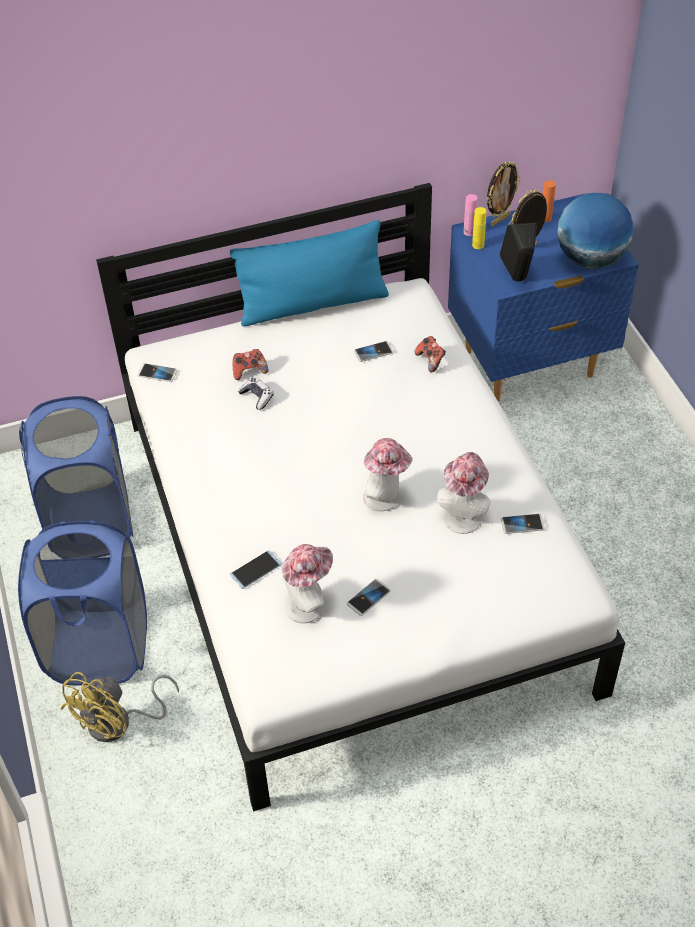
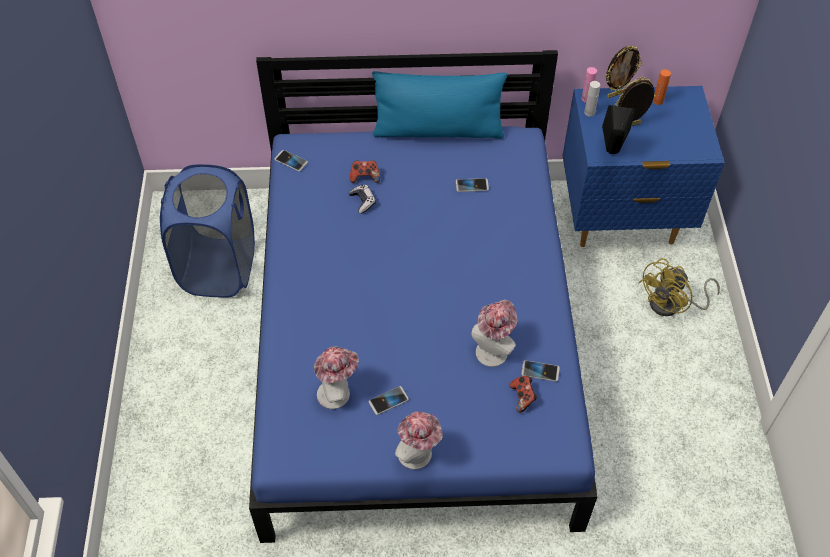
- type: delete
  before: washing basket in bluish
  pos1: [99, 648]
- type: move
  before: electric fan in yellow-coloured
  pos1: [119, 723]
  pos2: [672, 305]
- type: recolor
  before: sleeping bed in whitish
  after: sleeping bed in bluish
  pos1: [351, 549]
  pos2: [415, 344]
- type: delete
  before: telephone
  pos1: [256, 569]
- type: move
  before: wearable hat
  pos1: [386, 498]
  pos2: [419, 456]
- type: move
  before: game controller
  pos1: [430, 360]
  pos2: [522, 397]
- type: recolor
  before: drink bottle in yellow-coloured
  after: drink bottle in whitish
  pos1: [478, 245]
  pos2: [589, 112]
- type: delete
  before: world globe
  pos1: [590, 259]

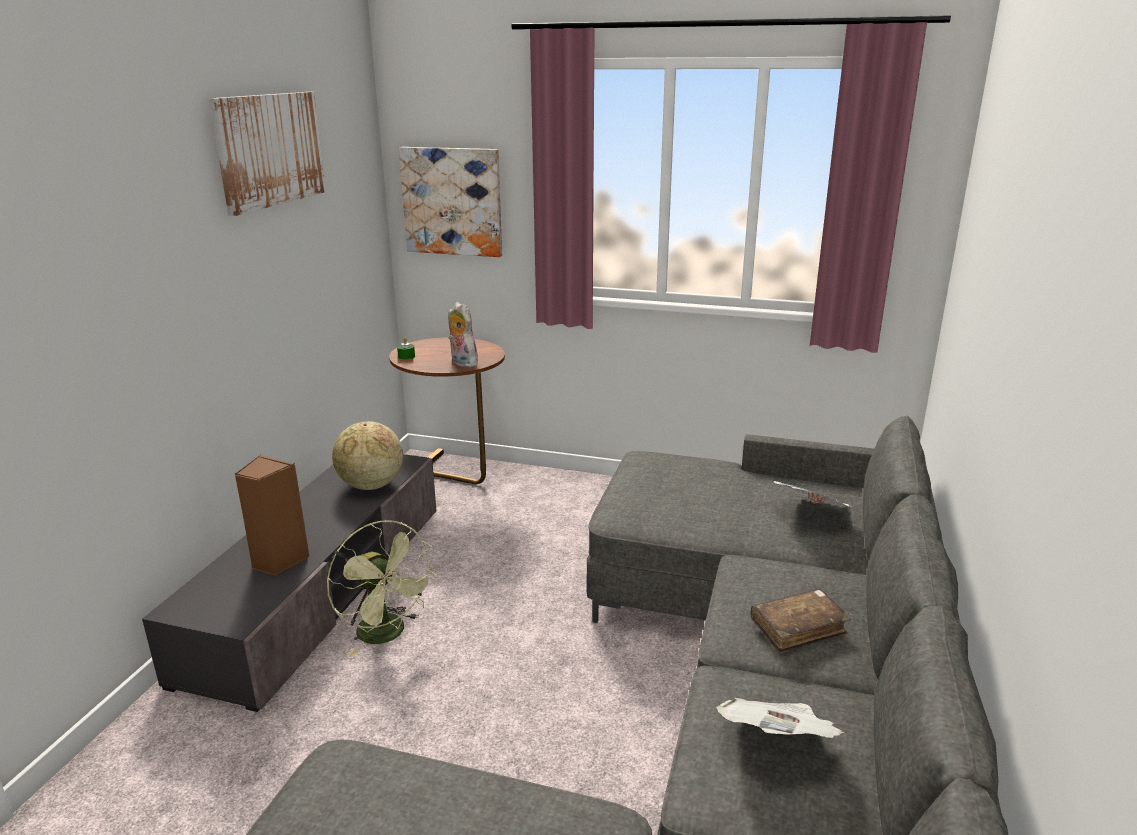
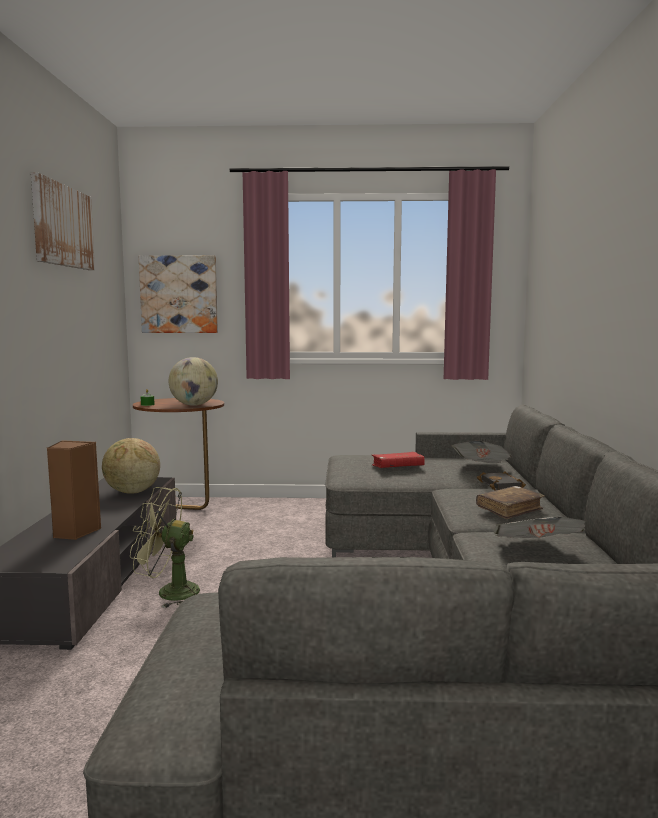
- type: rotate
  before: electric fan in green-coloured
  pos1: [388, 634]
  pos2: [169, 593]
  turn: 150
- type: replace
  before: soft toy
  after: world globe
  pos1: [462, 363]
  pos2: [194, 405]
- type: insert
  after: bound book in red-coloured
  pos2: [397, 467]
- type: insert
  after: bound book in blackish
  pos2: [502, 485]

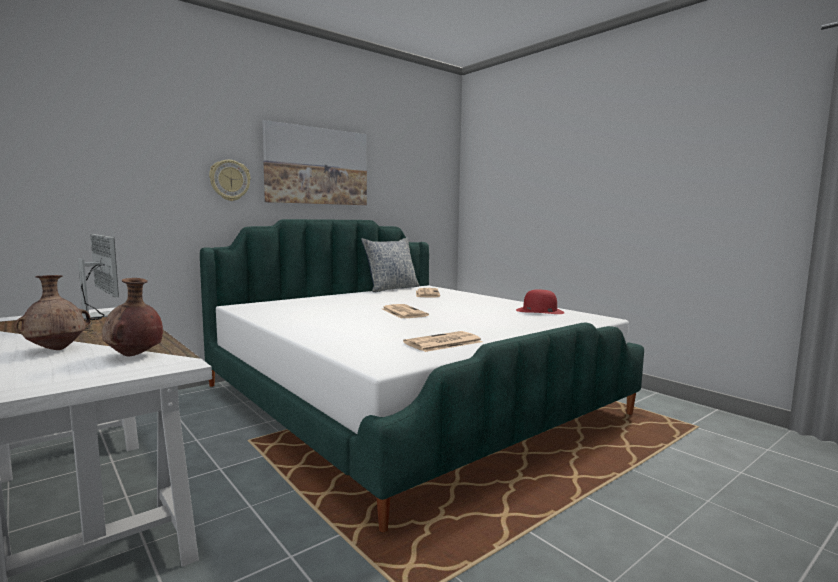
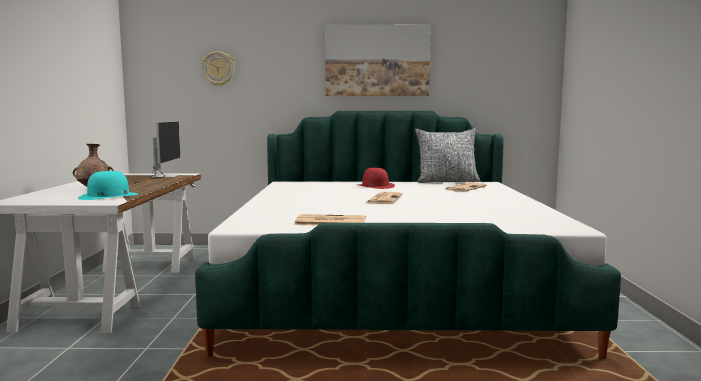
- type: replace
  before: decorative vase in brown
  after: wearable hat in turquoise-coloured
  pos1: [134, 356]
  pos2: [108, 196]
- type: move
  before: clock on the wall
  pos1: [229, 180]
  pos2: [218, 69]
- type: move
  before: wearable hat in red-coloured
  pos1: [539, 311]
  pos2: [375, 186]

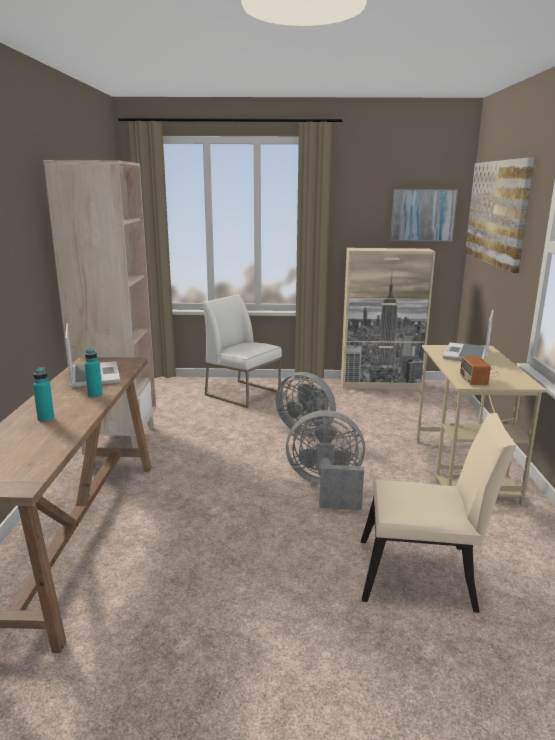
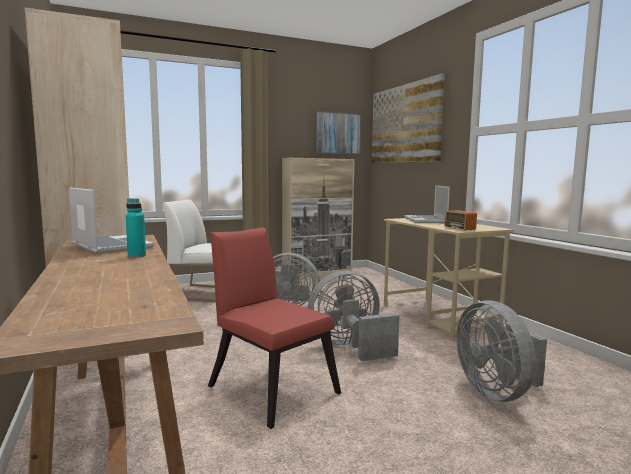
- type: delete
  before: drink bottle in turquoise-coloured
  pos1: [46, 418]
- type: replace
  before: plain chair in sand-coloured
  after: electric fan in grey
  pos1: [424, 576]
  pos2: [497, 392]
- type: insert
  after: plain chair in red-coloured
  pos2: [270, 386]

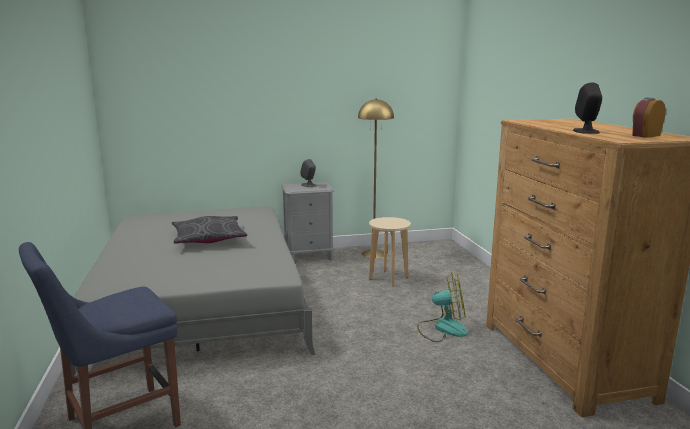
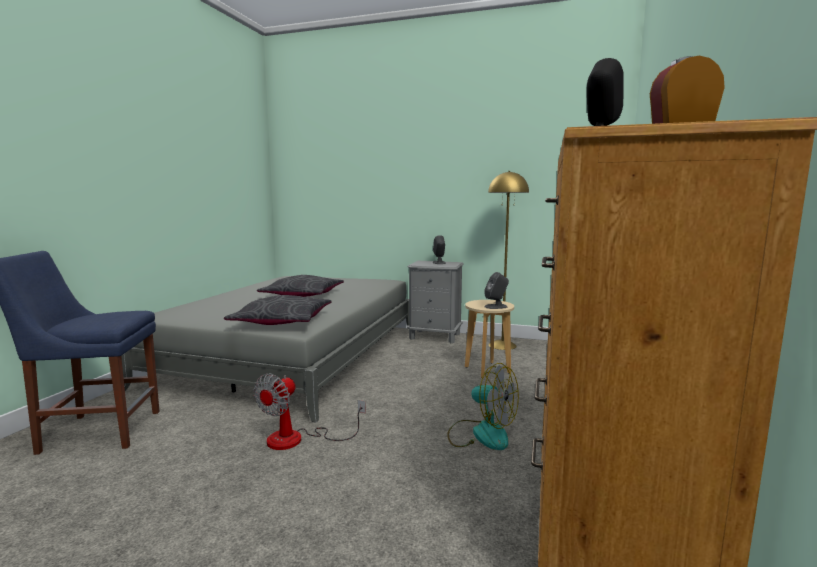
- type: insert
  after: pillow in grey
  pos2: [282, 321]
- type: insert
  after: electric fan
  pos2: [298, 439]
- type: insert
  after: audio speaker in grey
  pos2: [496, 306]

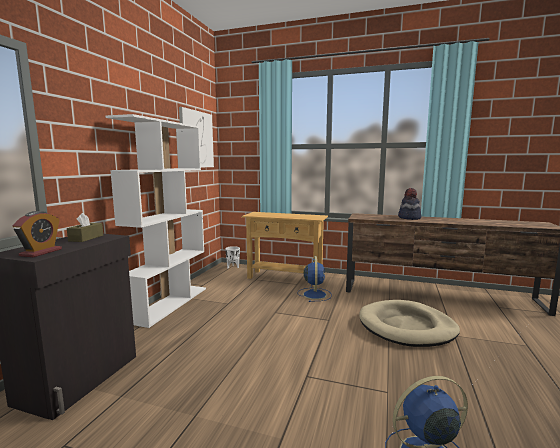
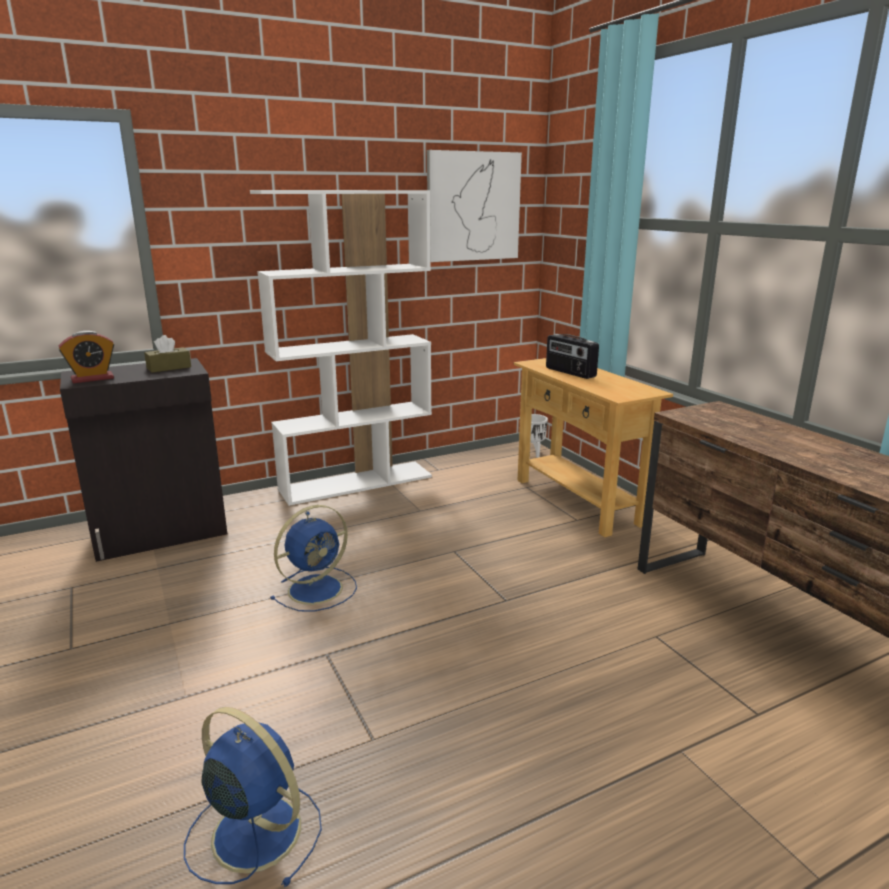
- type: move
  before: electric fan in bluish
  pos1: [314, 294]
  pos2: [317, 588]
- type: delete
  before: dog cushion in sand-coloured
  pos1: [407, 327]
- type: delete
  before: wearable hat
  pos1: [409, 218]
- type: insert
  after: radio receiver
  pos2: [569, 372]

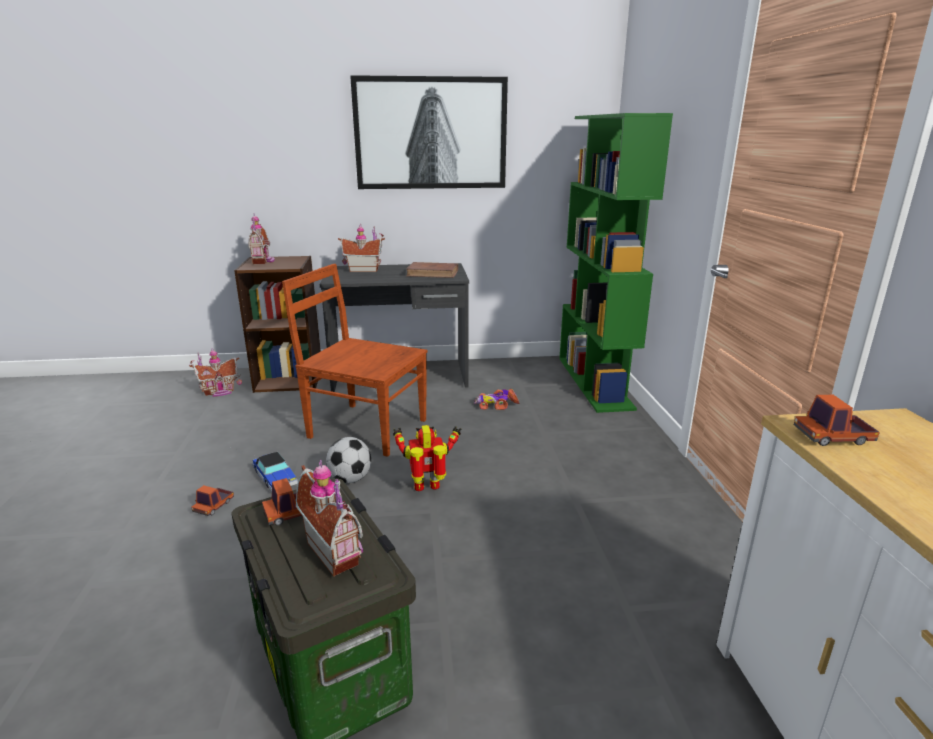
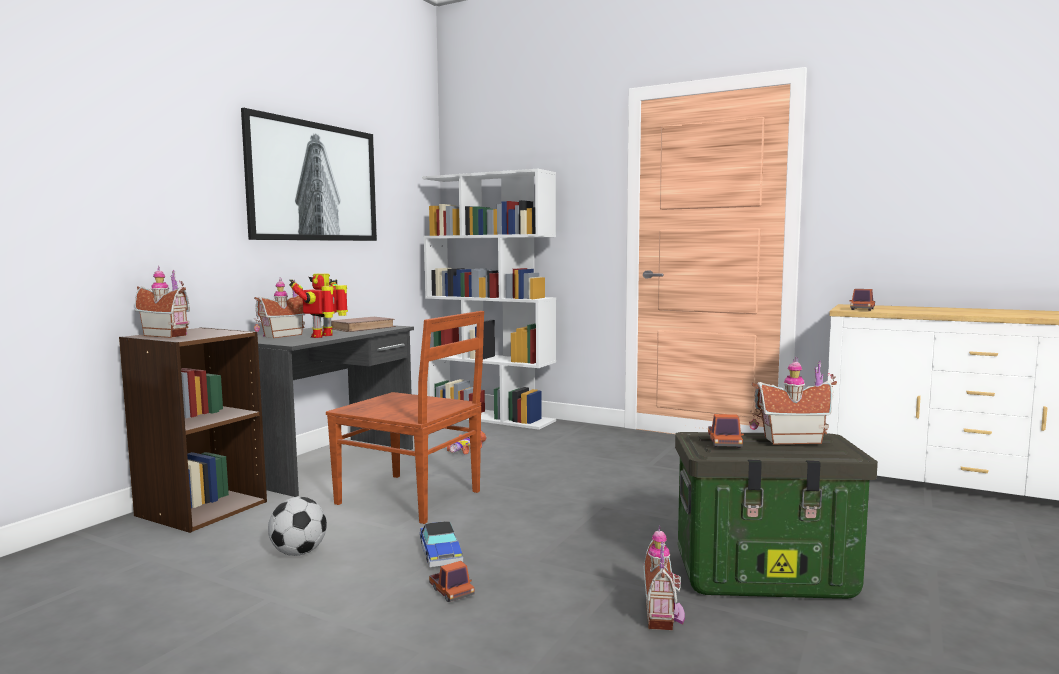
- type: move
  before: miniature house
  pos1: [220, 392]
  pos2: [664, 615]
- type: rotate
  before: toy car
  pos1: [275, 477]
  pos2: [440, 553]
  turn: 75
- type: rotate
  before: plain chair in brown
  pos1: [365, 428]
  pos2: [411, 498]
  turn: -120
- type: move
  before: football
  pos1: [350, 479]
  pos2: [298, 553]
- type: move
  before: model robot
  pos1: [428, 488]
  pos2: [324, 336]
- type: recolor
  before: bookcase in green-coloured
  after: bookcase in whitish
  pos1: [595, 382]
  pos2: [491, 417]

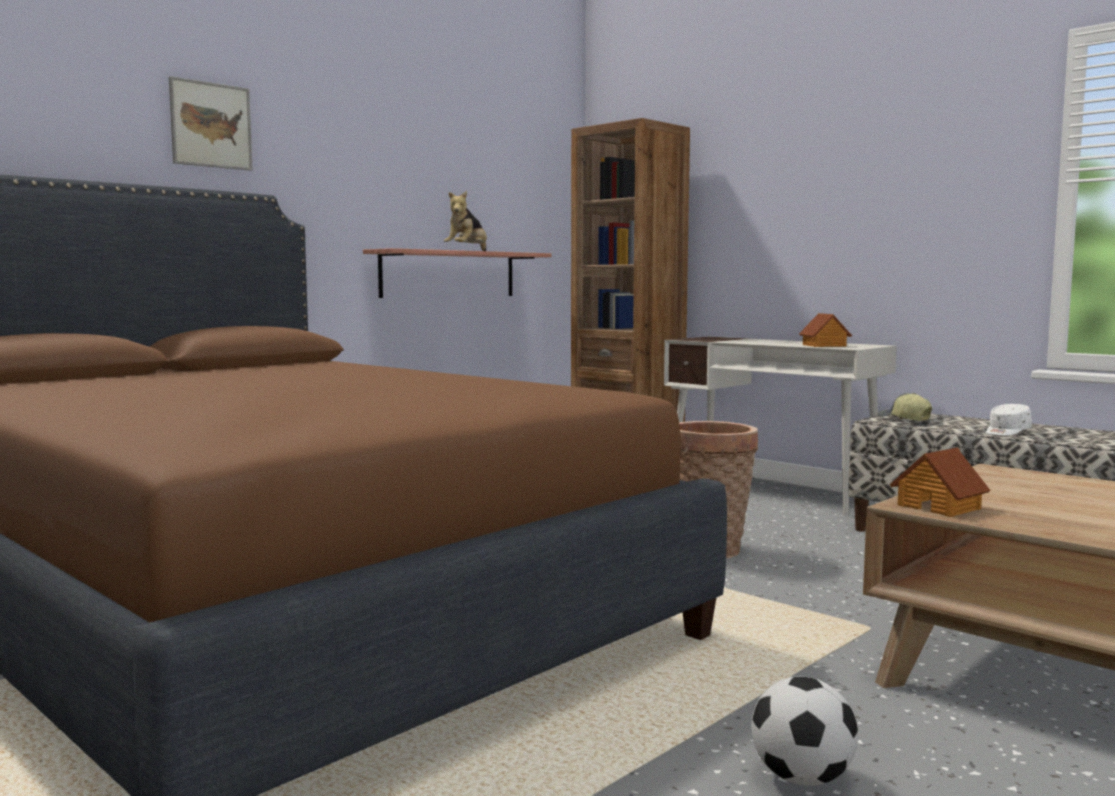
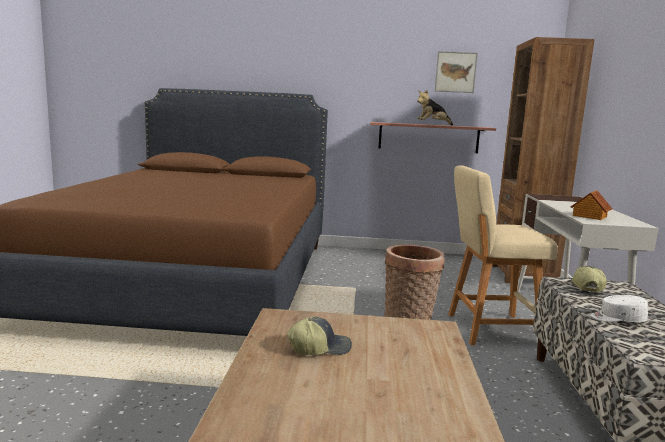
- type: move
  before: picture
  pos1: [211, 125]
  pos2: [455, 72]
- type: delete
  before: football
  pos1: [802, 778]
- type: delete
  before: miniature house
  pos1: [939, 506]
- type: insert
  after: cap
  pos2: [319, 348]
- type: insert
  after: sitting stool in sand-coloured
  pos2: [488, 329]

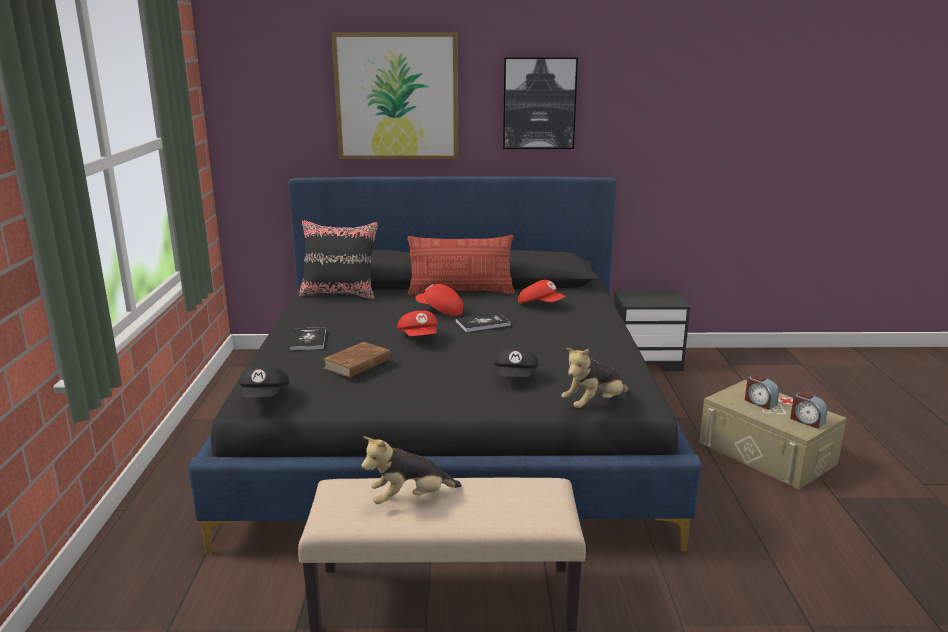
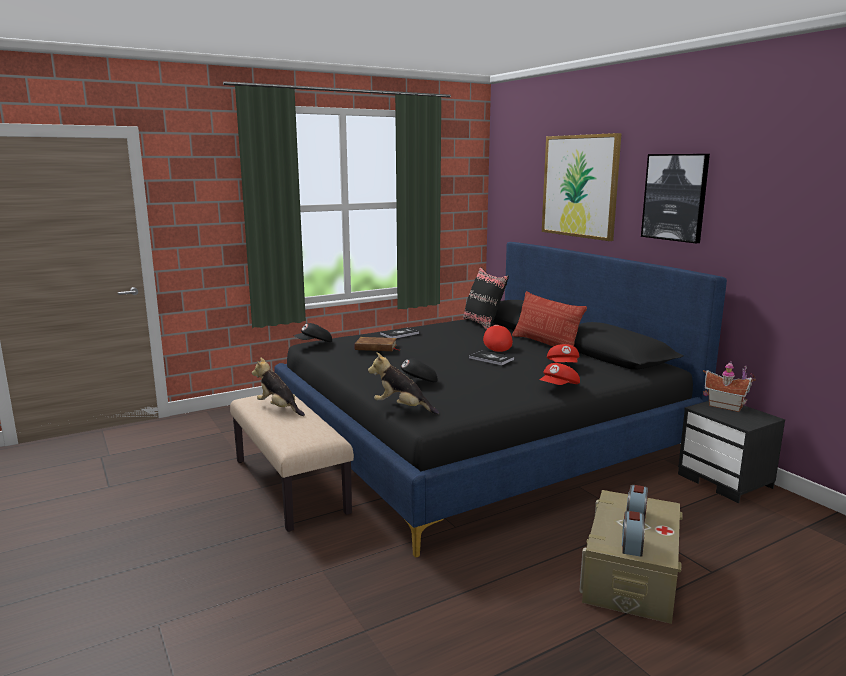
- type: move
  before: cap in red-coloured
  pos1: [419, 337]
  pos2: [559, 387]
- type: insert
  after: miniature house
  pos2: [725, 406]

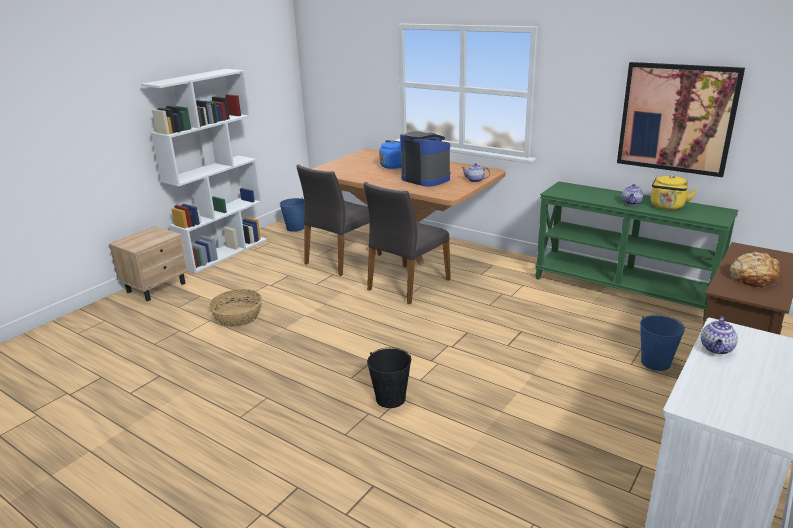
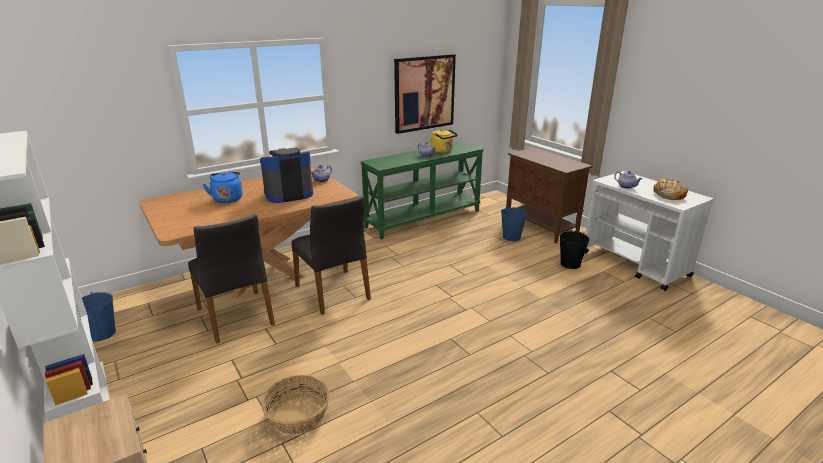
- type: move
  before: pail in blackish
  pos1: [390, 398]
  pos2: [570, 264]
- type: move
  before: bakery bread
  pos1: [753, 277]
  pos2: [668, 195]

